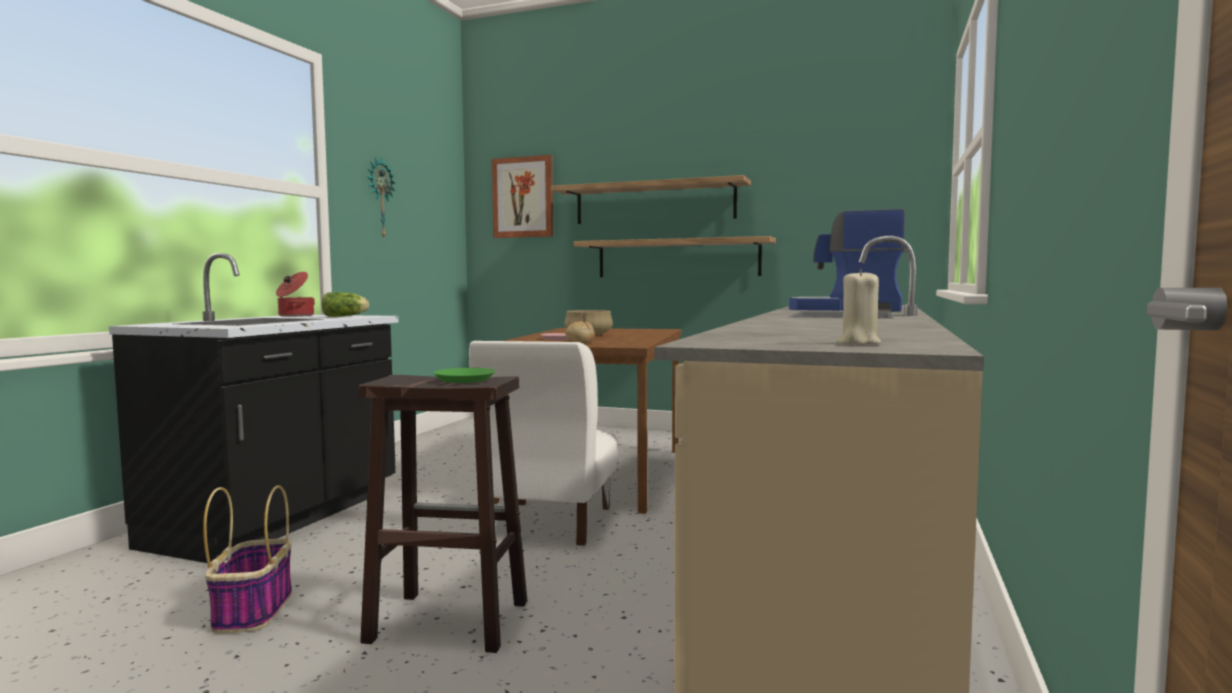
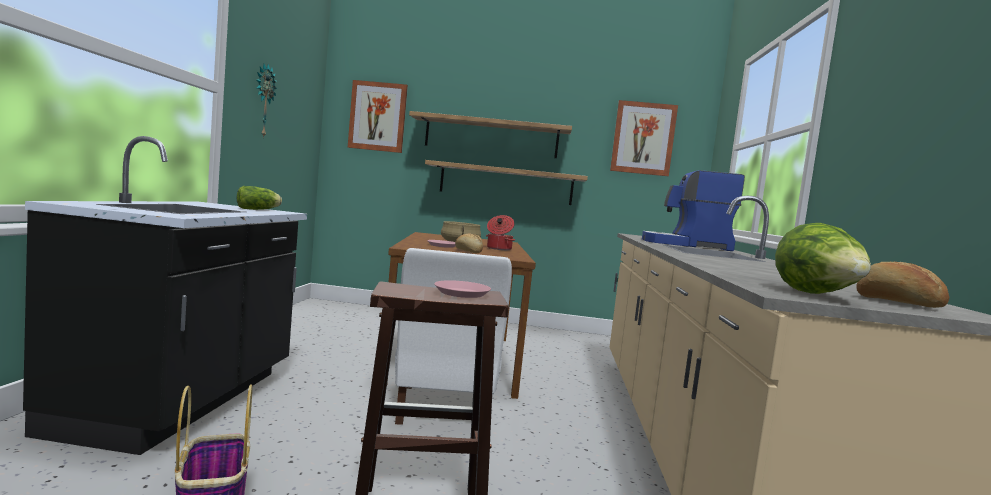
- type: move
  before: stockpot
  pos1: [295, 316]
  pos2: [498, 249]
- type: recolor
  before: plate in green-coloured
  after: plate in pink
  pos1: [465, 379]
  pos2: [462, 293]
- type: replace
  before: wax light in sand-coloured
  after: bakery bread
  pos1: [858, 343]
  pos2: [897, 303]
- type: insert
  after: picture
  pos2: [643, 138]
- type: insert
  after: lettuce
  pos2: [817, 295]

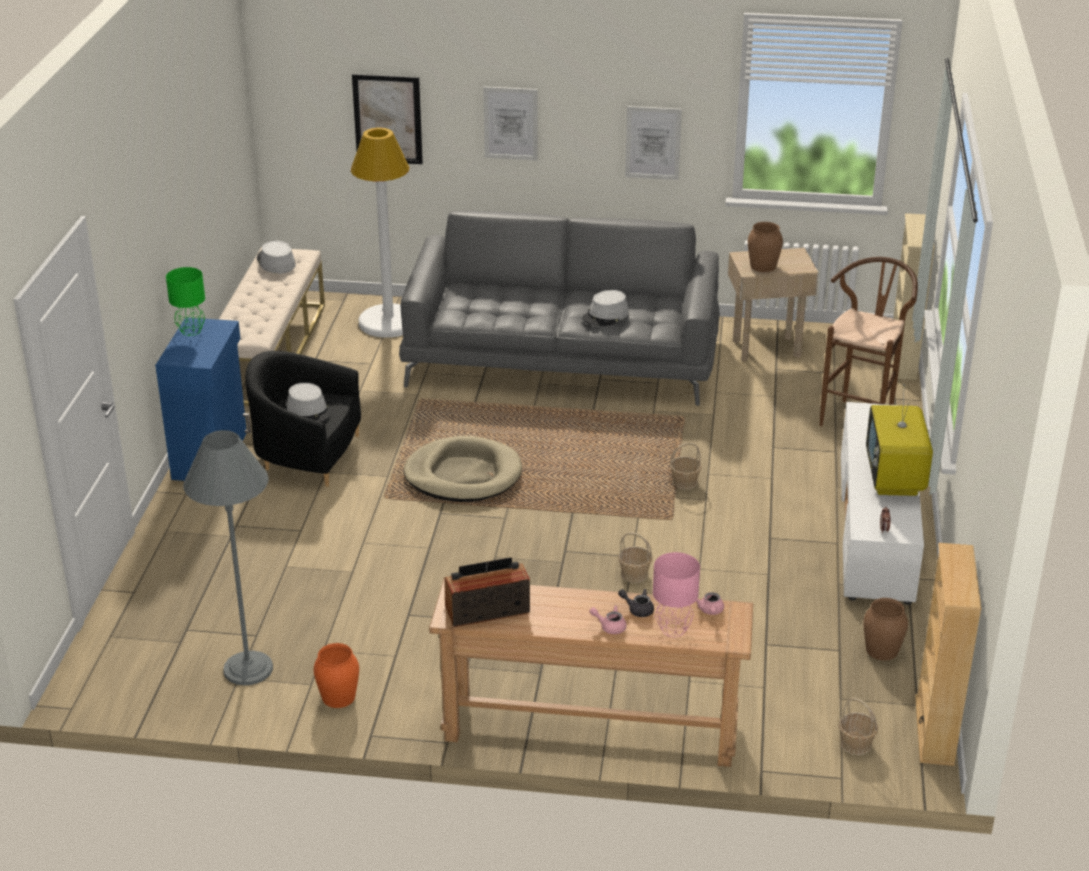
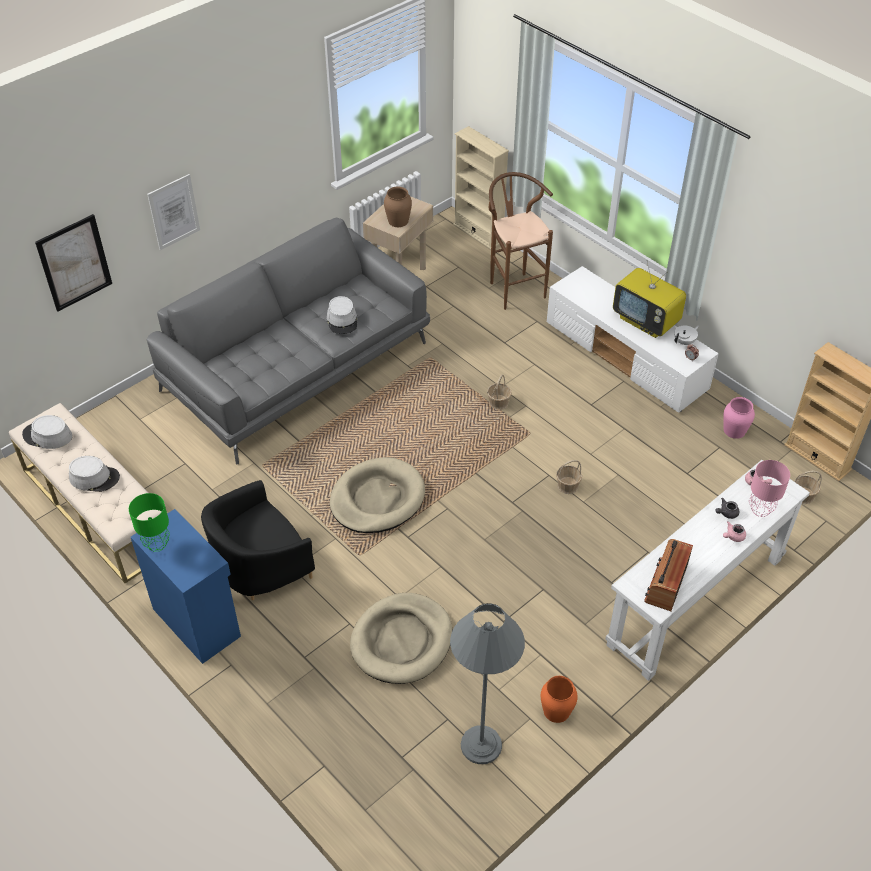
- type: move
  before: wearable hat in grey
  pos1: [309, 411]
  pos2: [94, 478]
- type: delete
  before: standing lamp in whitish
  pos1: [389, 322]
- type: recolor
  before: narrow table in brown
  after: narrow table in whitish
  pos1: [590, 728]
  pos2: [695, 601]
- type: delete
  before: picture
  pos1: [653, 143]
- type: recolor
  before: decorative vase in brown
  after: decorative vase in pink
  pos1: [882, 650]
  pos2: [734, 430]
- type: insert
  after: dog cushion in sand-coloured
  pos2: [402, 641]
- type: insert
  after: pot for tea in whitish
  pos2: [684, 342]

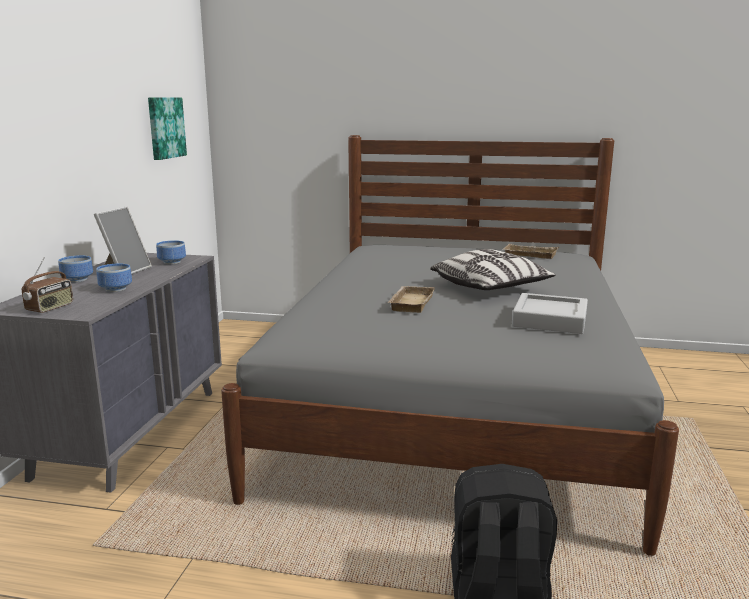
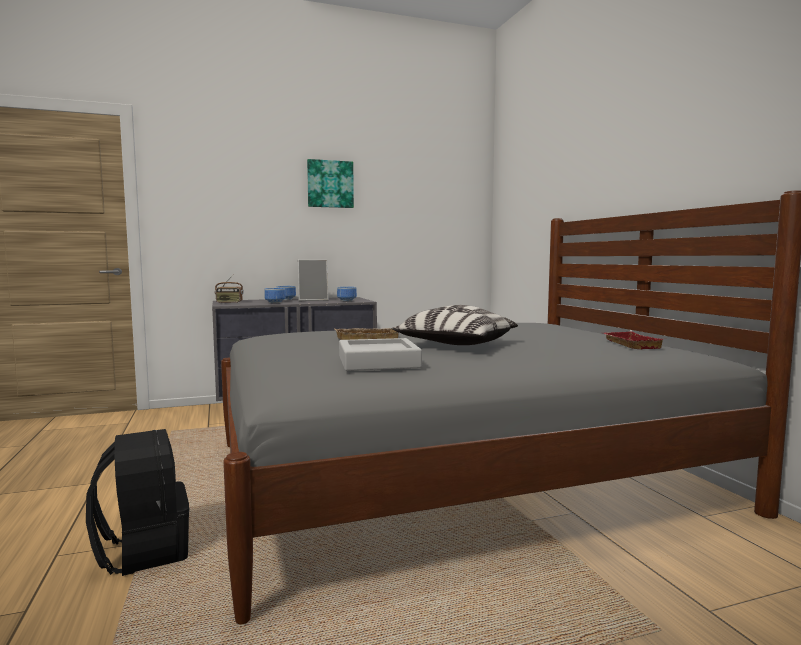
- type: move
  before: picture
  pos1: [165, 127]
  pos2: [330, 184]
- type: recolor
  before: carrying tray in sand-coloured
  after: carrying tray in red-coloured
  pos1: [529, 255]
  pos2: [629, 344]

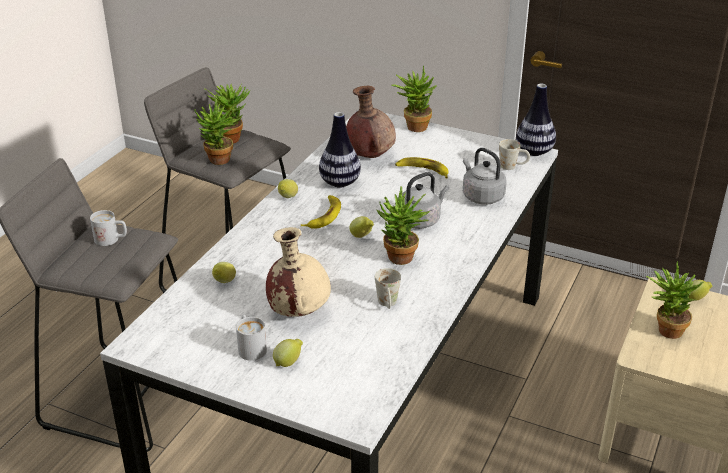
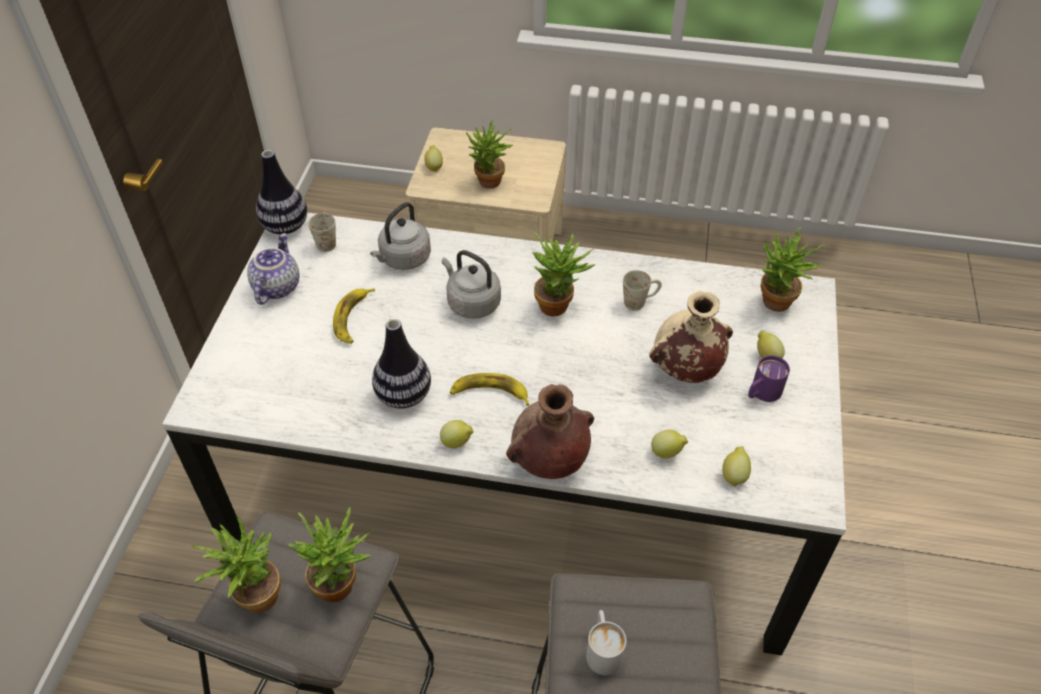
- type: recolor
  before: mug in whitish
  after: mug in purplish
  pos1: [250, 347]
  pos2: [761, 393]
- type: move
  before: decorative vase in brown
  pos1: [369, 156]
  pos2: [549, 461]
- type: move
  before: whole lemon
  pos1: [362, 236]
  pos2: [734, 475]
- type: move
  before: potted plant
  pos1: [413, 126]
  pos2: [774, 305]
- type: insert
  after: pot for tea
  pos2: [276, 287]

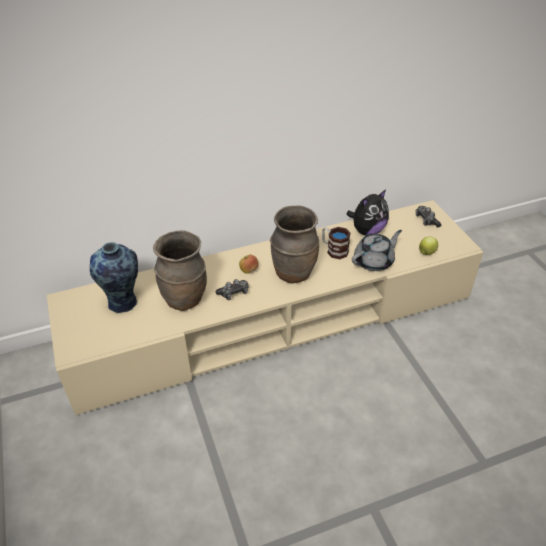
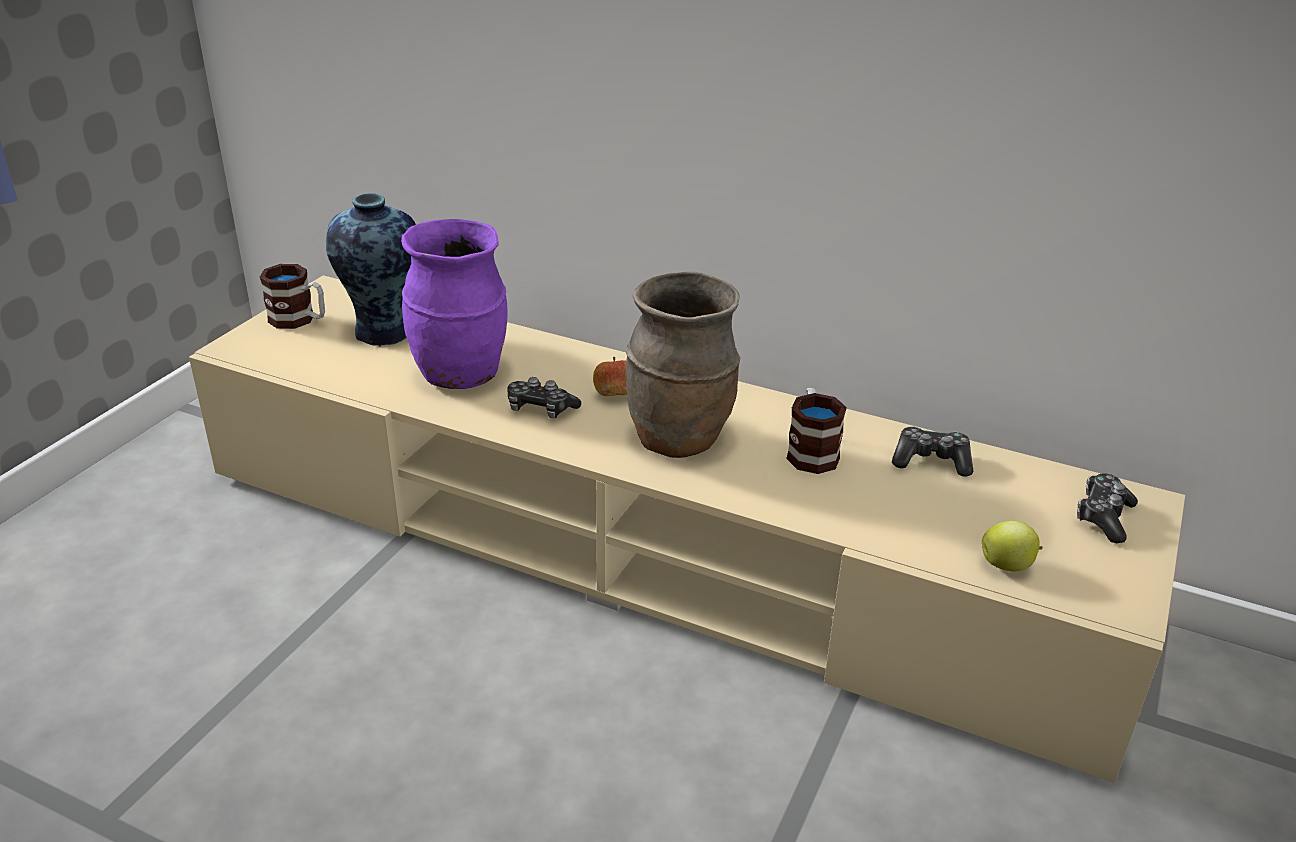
- type: recolor
  before: decorative vase in brown
  after: decorative vase in purplish
  pos1: [185, 299]
  pos2: [462, 376]
- type: replace
  before: soft toy
  after: game controller
  pos1: [367, 231]
  pos2: [931, 461]
- type: delete
  before: pot for tea in grey
  pos1: [374, 261]
- type: insert
  after: mug
  pos2: [299, 320]

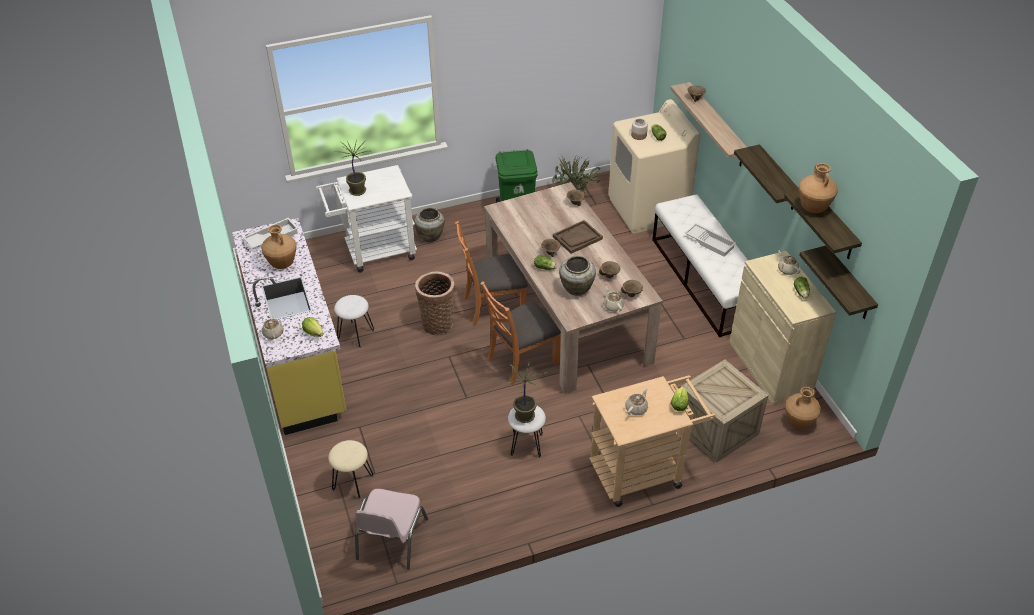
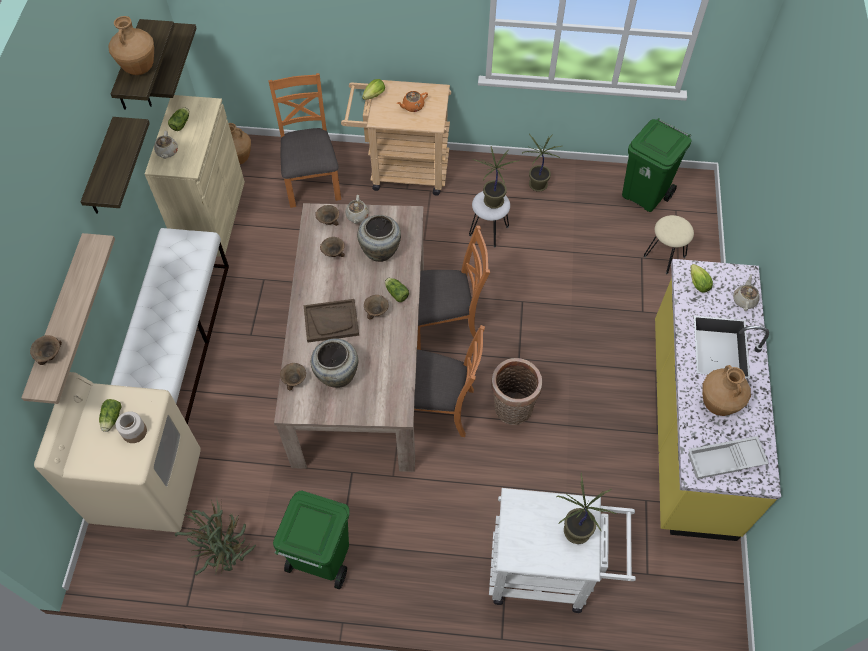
- type: delete
  before: sitting stool in whitish
  pos1: [355, 334]
- type: replace
  before: plain chair in pink
  after: rubbish bin in green-coloured
  pos1: [390, 540]
  pos2: [645, 195]
- type: move
  before: decorative vase in sand-coloured
  pos1: [430, 236]
  pos2: [336, 375]
- type: recolor
  before: pot for tea in sand-coloured
  after: pot for tea in orangey
  pos1: [636, 408]
  pos2: [412, 106]
- type: replace
  before: packing crate
  after: plain chair in orangey
  pos1: [716, 429]
  pos2: [312, 180]
- type: delete
  before: carrying tray in whitish
  pos1: [710, 242]
- type: insert
  after: potted plant
  pos2: [537, 185]

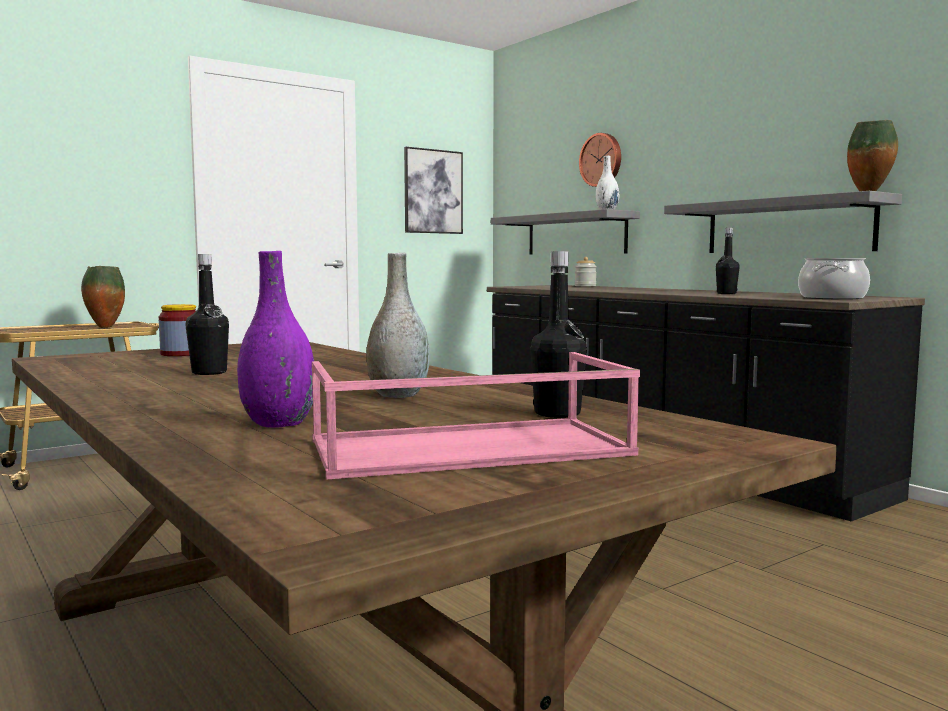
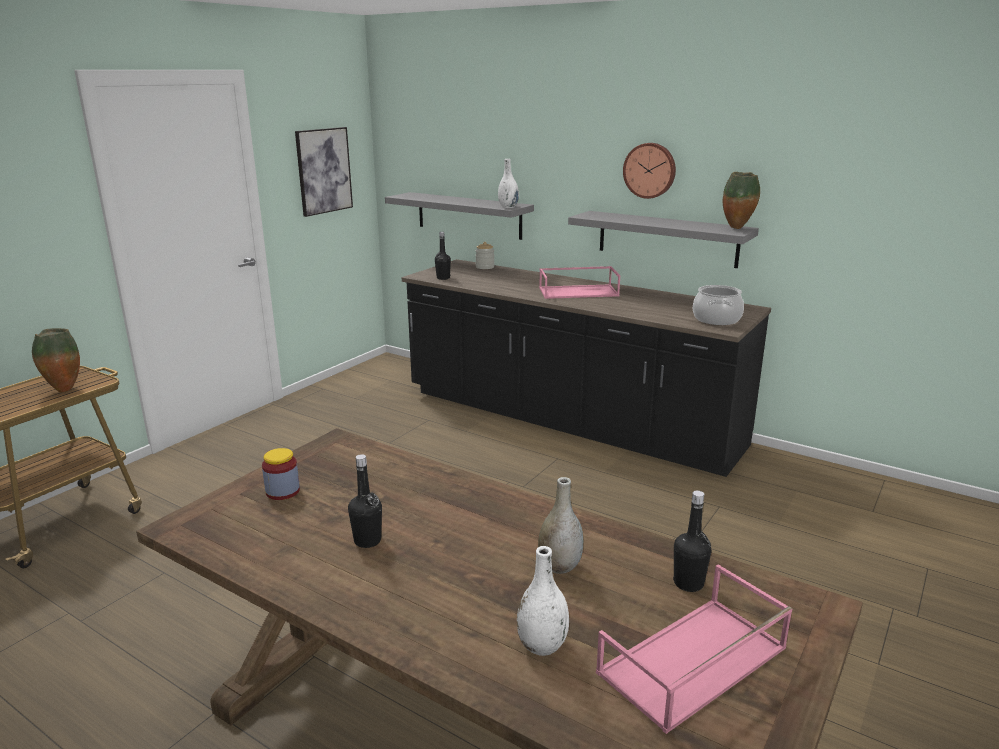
- type: recolor
  before: decorative vase in purplish
  after: decorative vase in whitish
  pos1: [278, 423]
  pos2: [542, 646]
- type: move
  before: clock on the wall
  pos1: [601, 160]
  pos2: [650, 170]
- type: move
  before: drink bottle in blackish
  pos1: [726, 293]
  pos2: [443, 278]
- type: insert
  after: carrying tray in pink
  pos2: [579, 292]

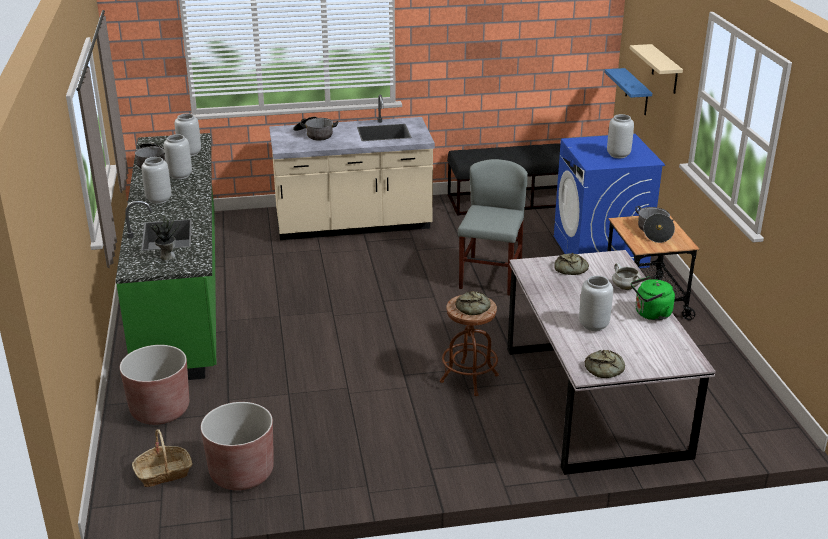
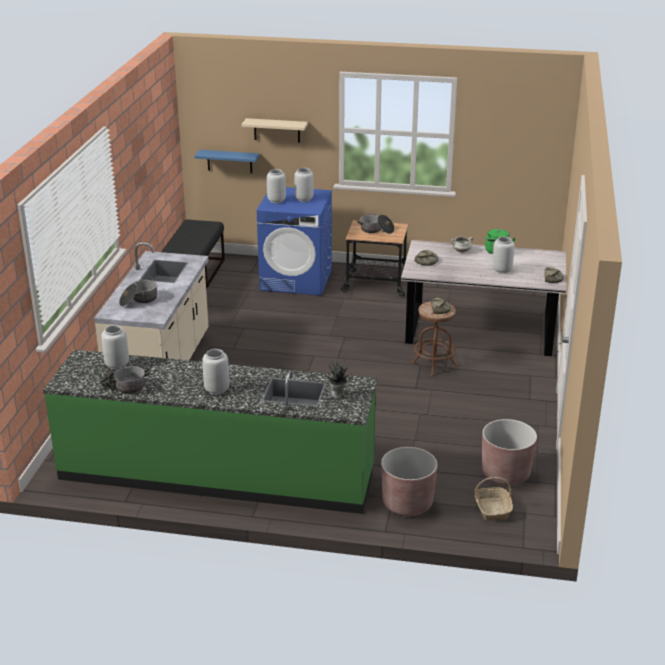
- type: move
  before: decorative vase in grey
  pos1: [179, 175]
  pos2: [276, 200]
- type: delete
  before: plain chair in grey
  pos1: [490, 277]

